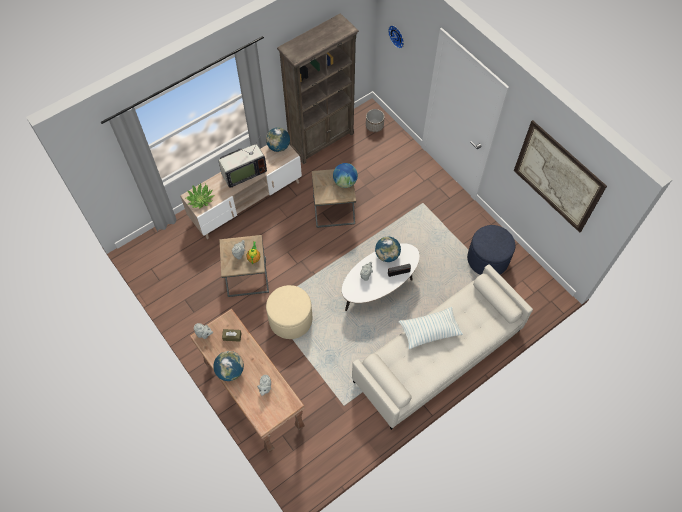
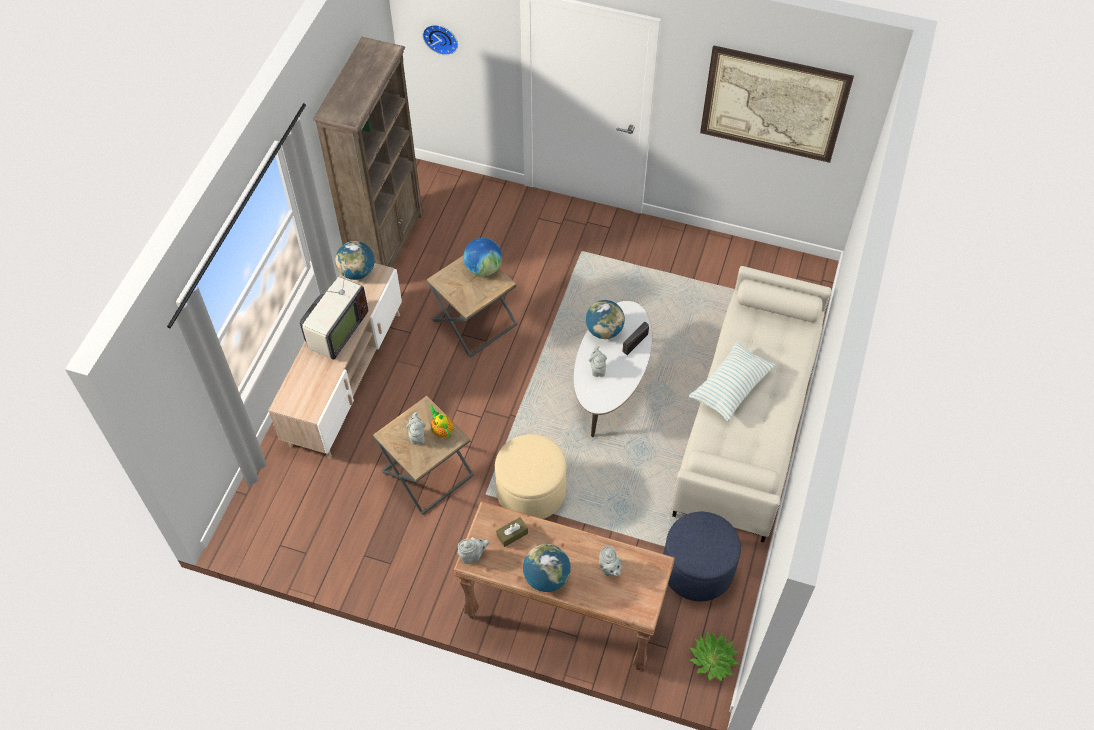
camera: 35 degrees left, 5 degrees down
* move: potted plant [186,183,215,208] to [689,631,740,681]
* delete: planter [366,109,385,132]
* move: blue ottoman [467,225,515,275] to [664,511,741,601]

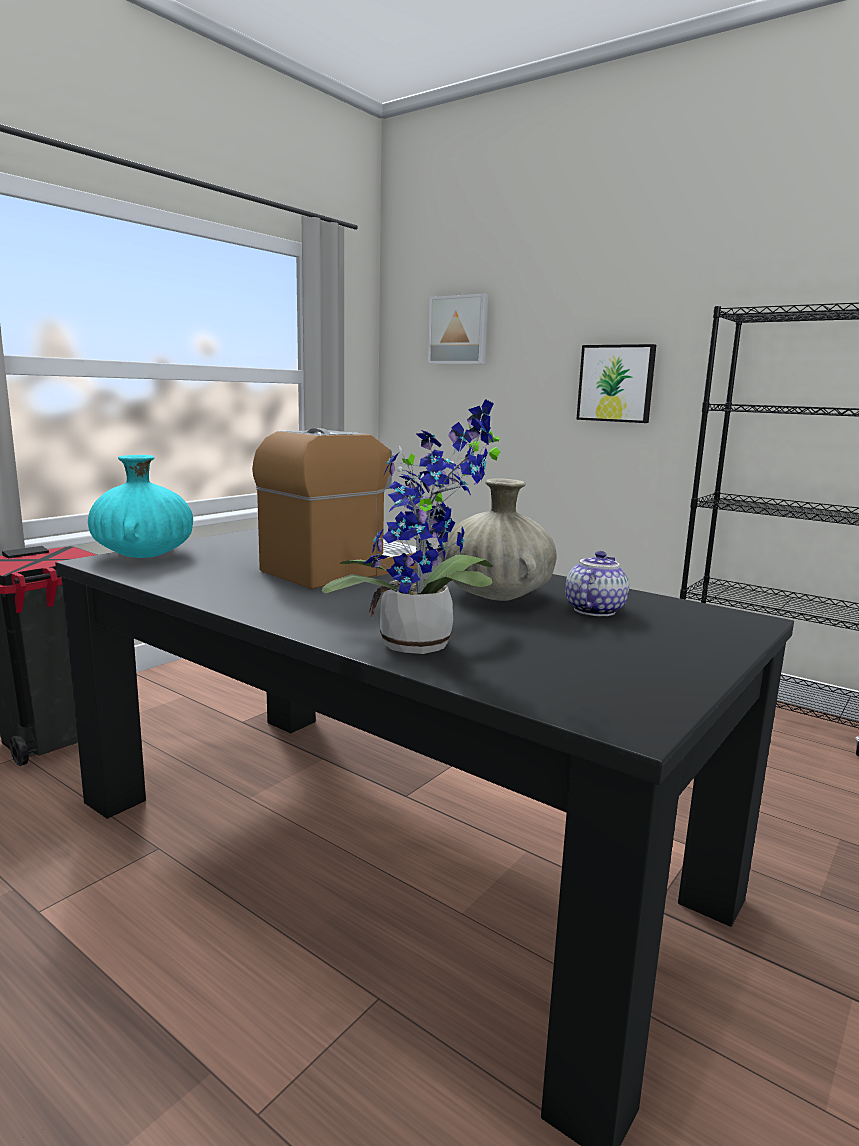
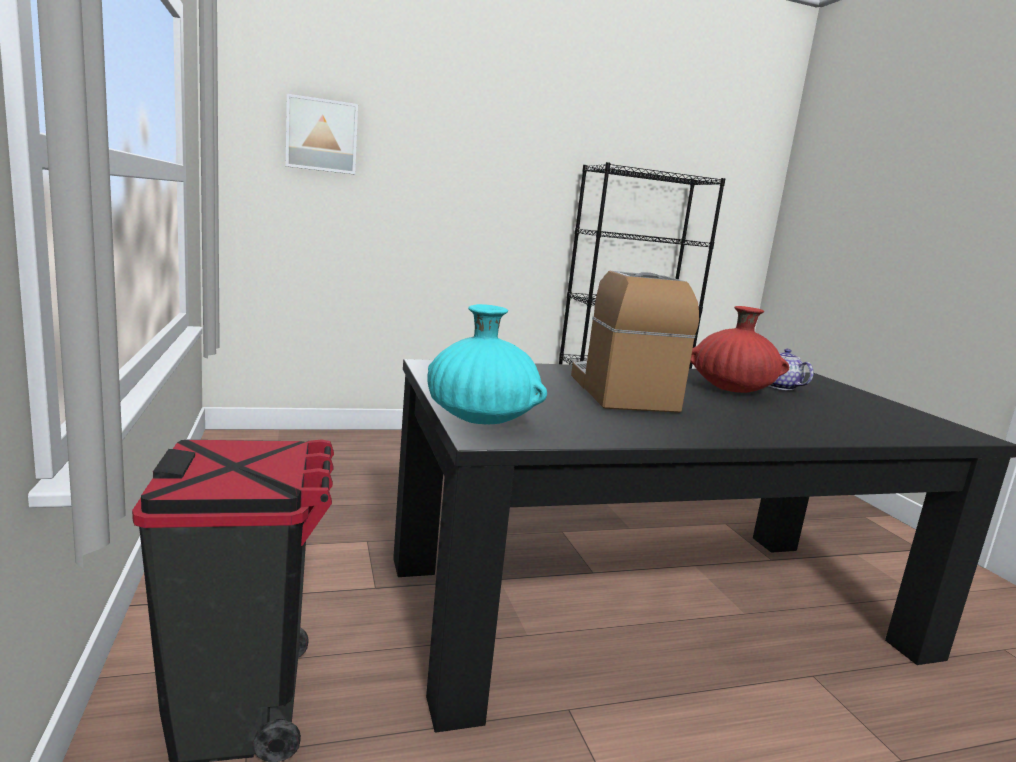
camera: 55 degrees left, 0 degrees up
* delete: potted plant [322,399,500,654]
* recolor: beige vase [441,478,557,601] to red vase [690,306,789,393]
* delete: picture [576,344,656,423]

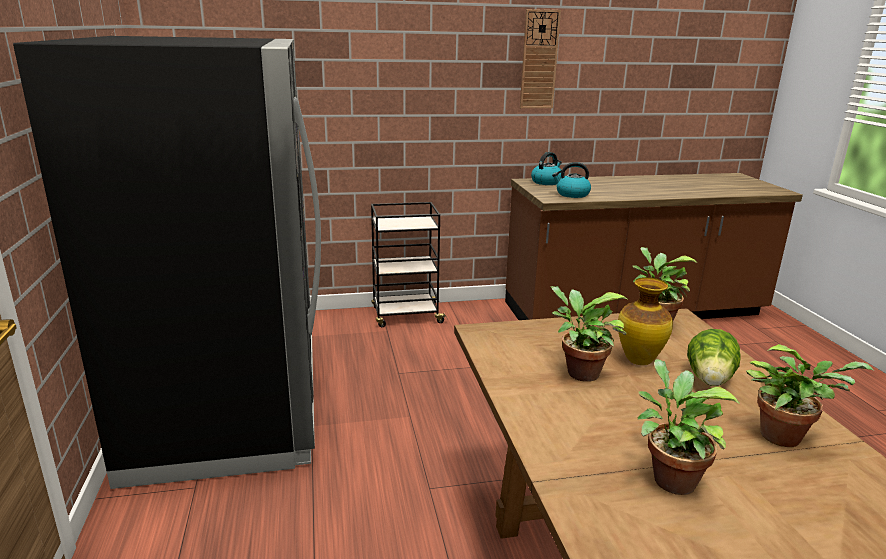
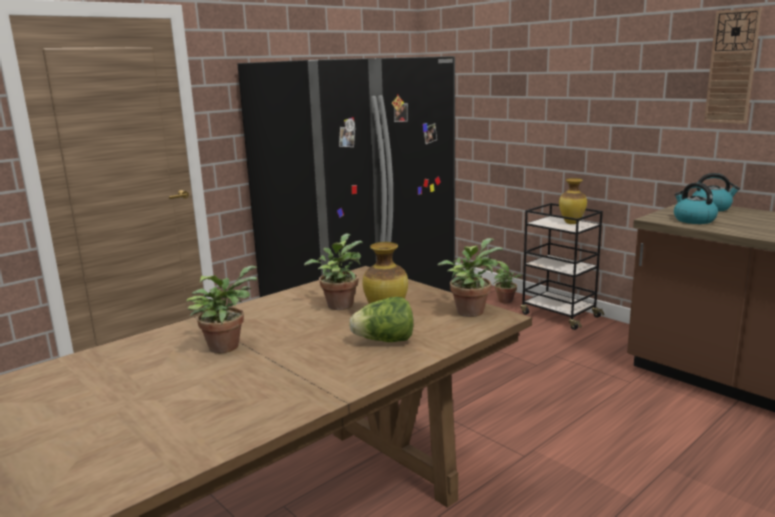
camera: 60 degrees right, 5 degrees down
* move: potted plant [746,344,873,447] to [494,261,523,303]
* insert: vase [559,178,587,224]

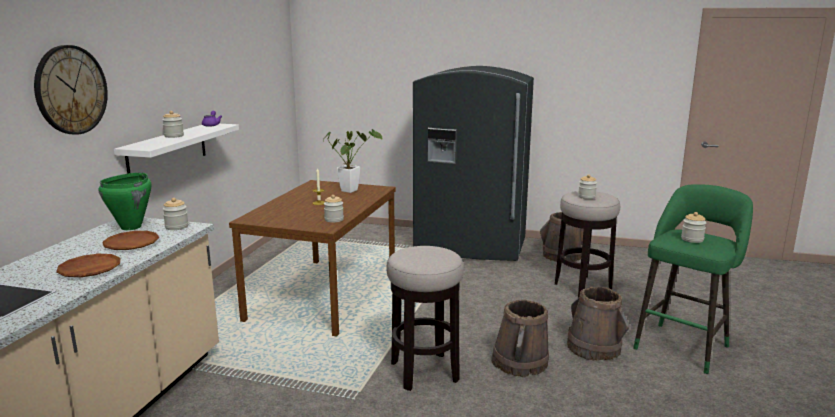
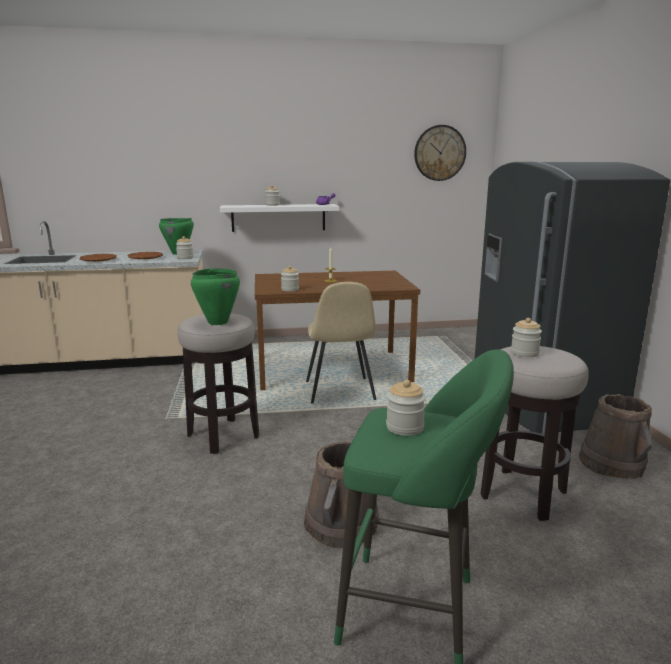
camera: 65 degrees right, 0 degrees up
* move: wall clock [34,45,108,135] to [414,125,466,181]
* delete: potted plant [323,129,382,193]
* delete: brown bucket [491,300,549,377]
* insert: green cooking pot [191,268,240,325]
* insert: beige chair [306,282,376,404]

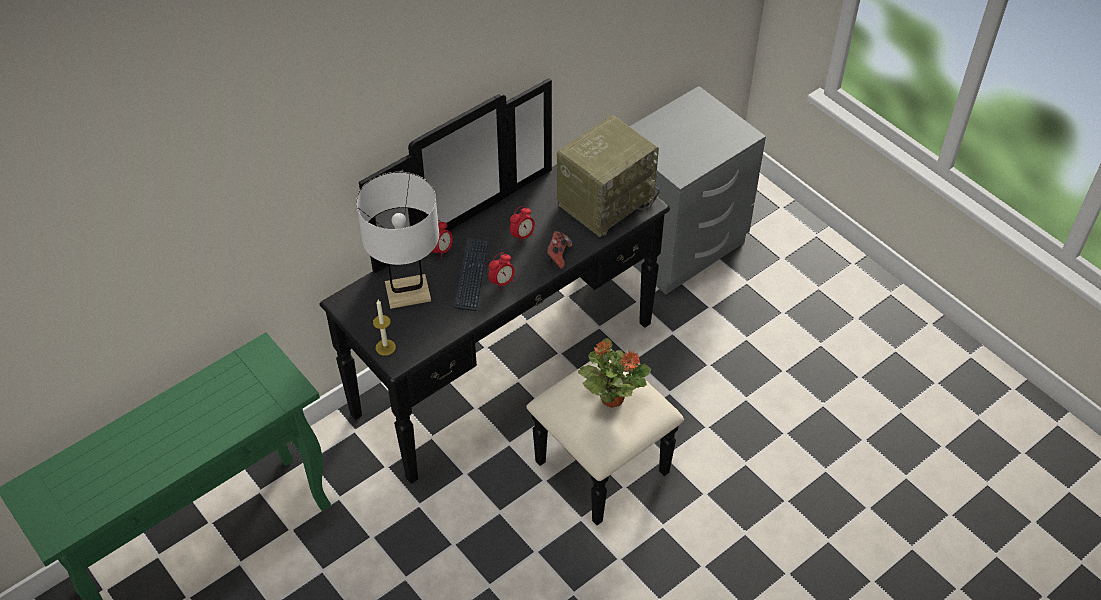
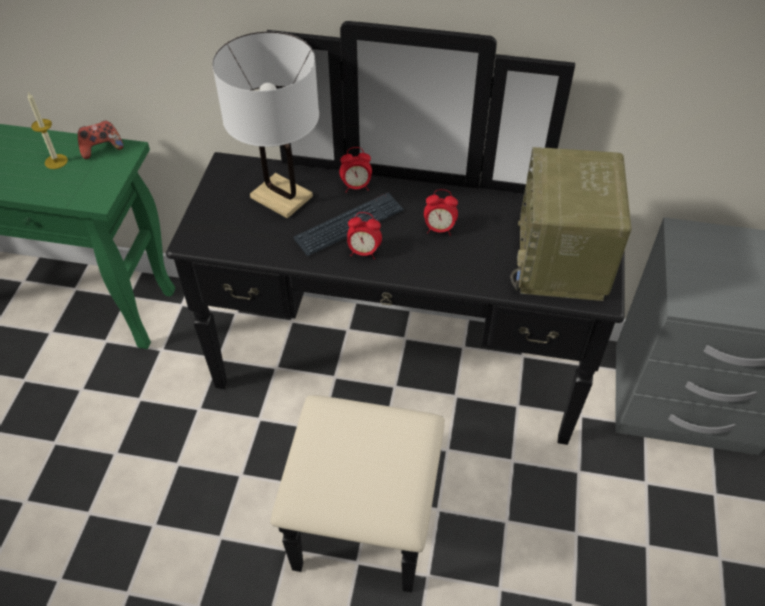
camera: 50 degrees right, 0 degrees up
* move: candle [373,300,396,356] to [28,92,68,169]
* move: game controller [544,231,573,269] to [78,120,124,159]
* rotate: radio [557,115,660,237] = [510,147,632,301] 90 degrees clockwise
* delete: potted plant [578,338,651,408]

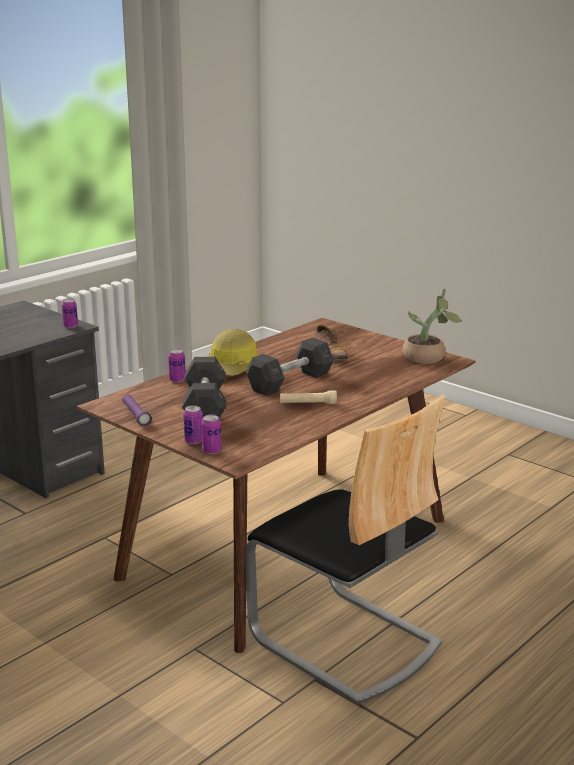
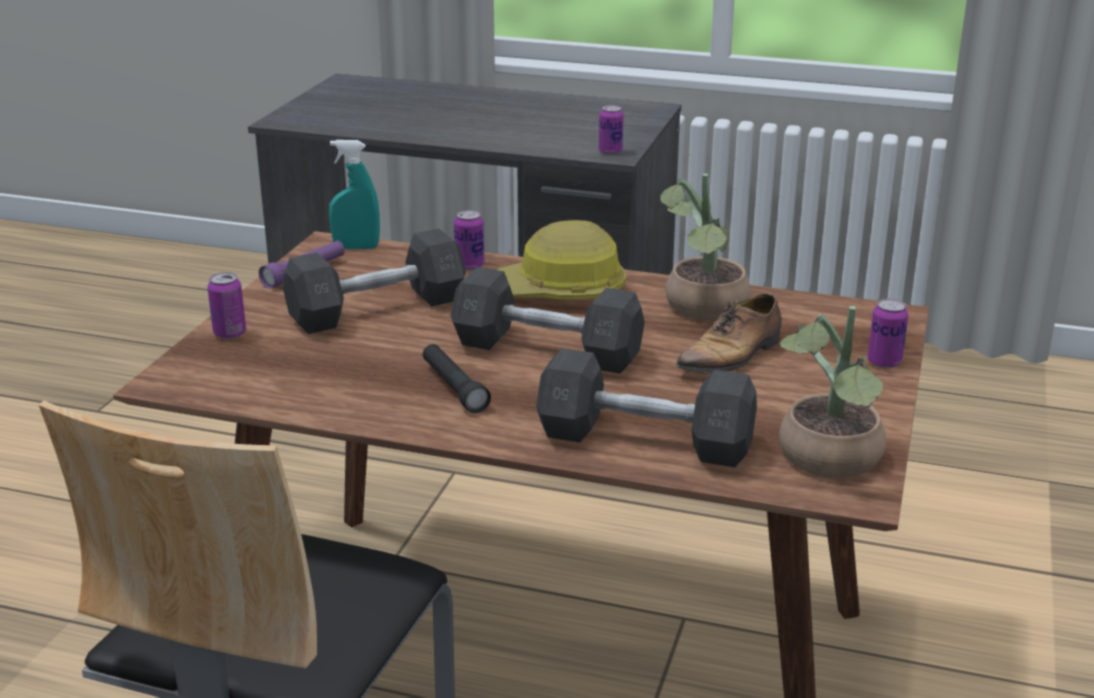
camera: 65 degrees right, 5 degrees up
* move: can [201,415,221,454] to [868,299,908,368]
* recolor: beige flashlight [280,390,337,404] to black flashlight [423,344,491,413]
* insert: turquoise spray bottle [329,140,380,249]
* insert: grey dumbbell [536,348,757,467]
* insert: potted plant [660,173,751,320]

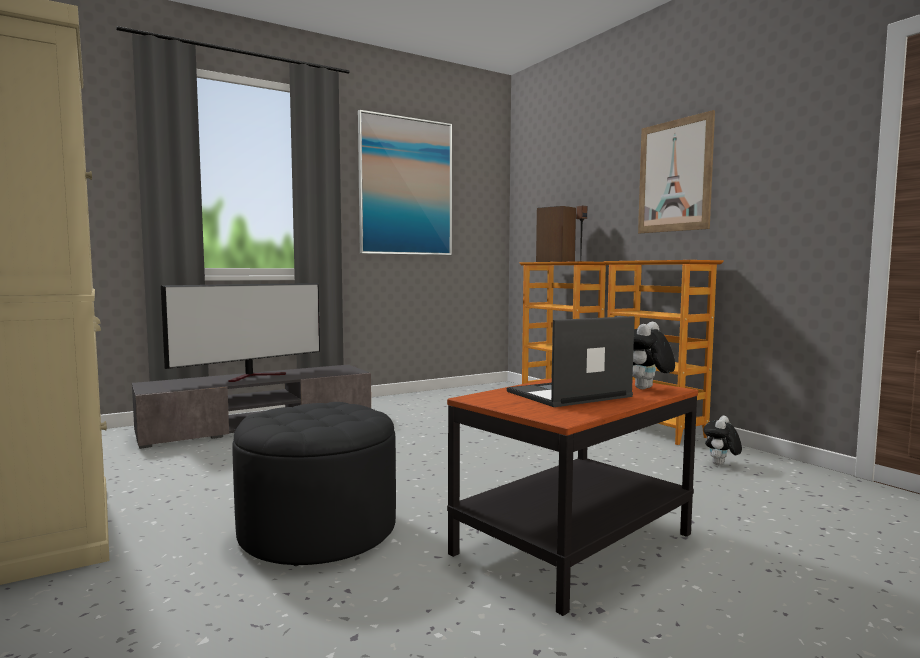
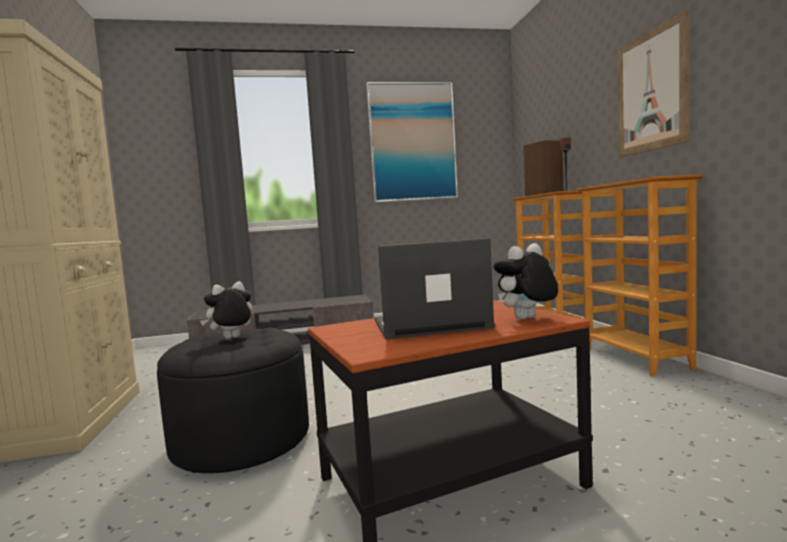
camera: 20 degrees right, 0 degrees up
* delete: television [161,283,320,382]
* move: plush toy [704,416,742,465] to [200,281,253,339]

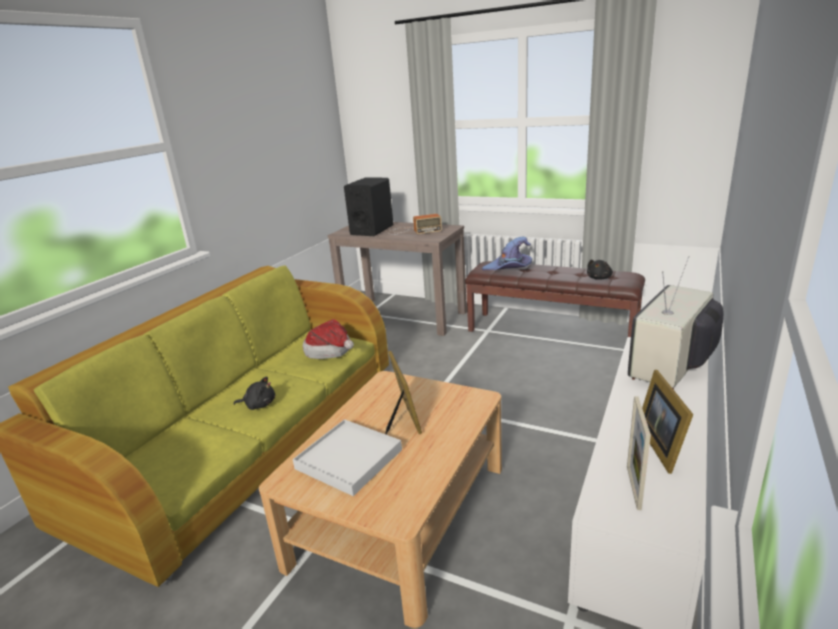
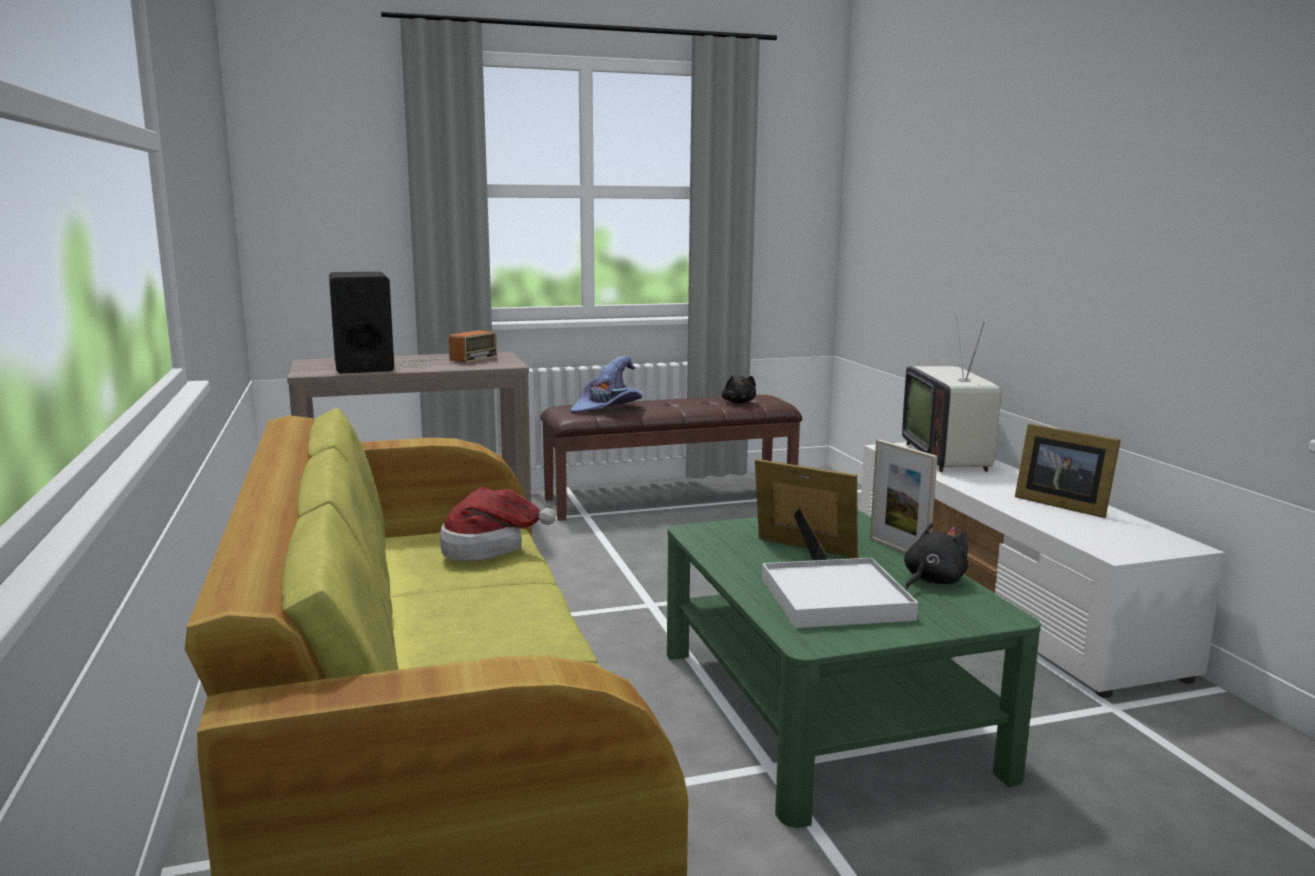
camera: 45 degrees left, 10 degrees down
* move: black plush toy [233,377,275,410] to [904,523,968,590]
* recolor: beige coffee table [259,371,502,628] to green coffee table [667,510,1041,828]
* move: picture frame [627,396,651,510] to [870,439,938,554]

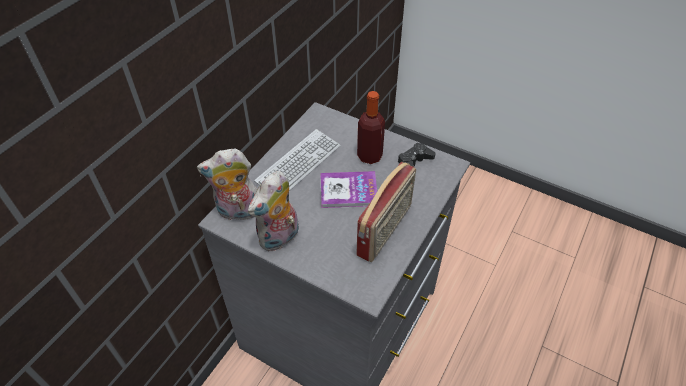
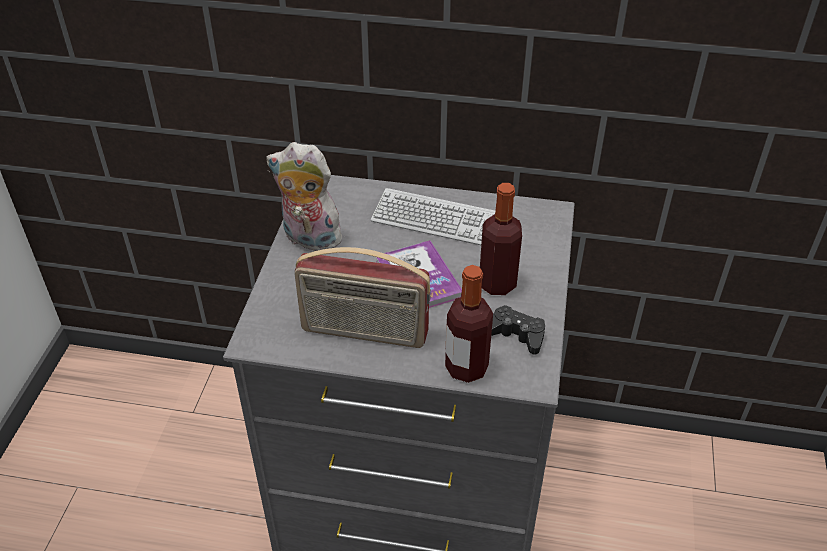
camera: 70 degrees right, 5 degrees down
* delete: plush toy [197,148,258,220]
* insert: bottle [445,265,493,383]

